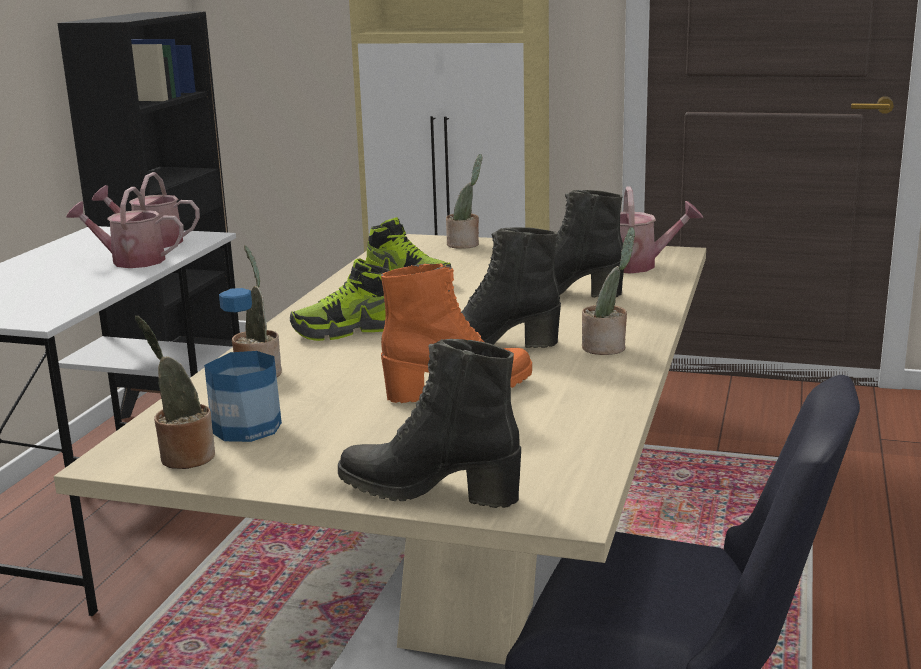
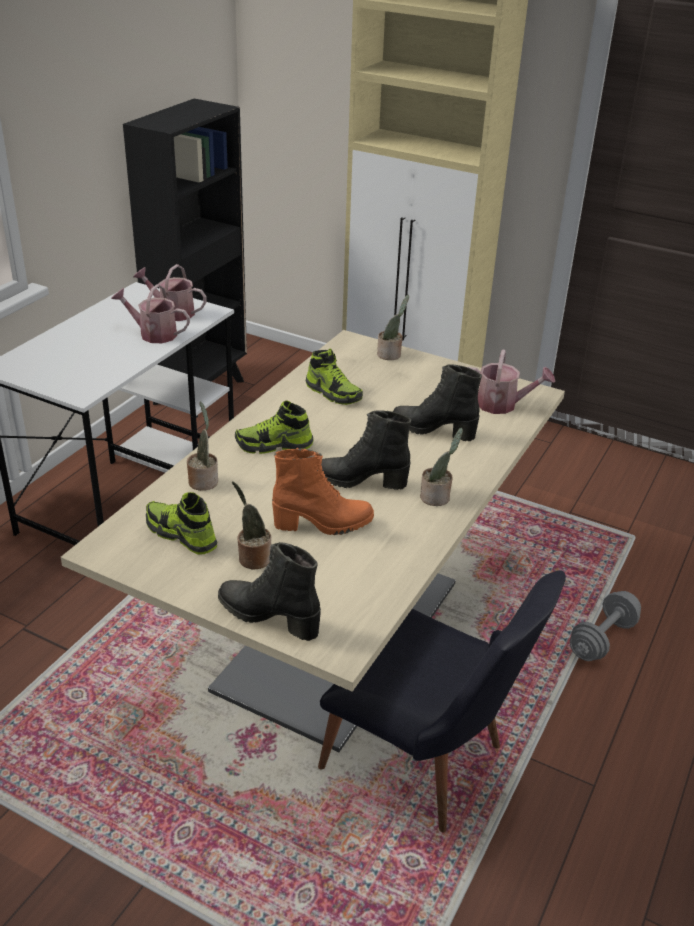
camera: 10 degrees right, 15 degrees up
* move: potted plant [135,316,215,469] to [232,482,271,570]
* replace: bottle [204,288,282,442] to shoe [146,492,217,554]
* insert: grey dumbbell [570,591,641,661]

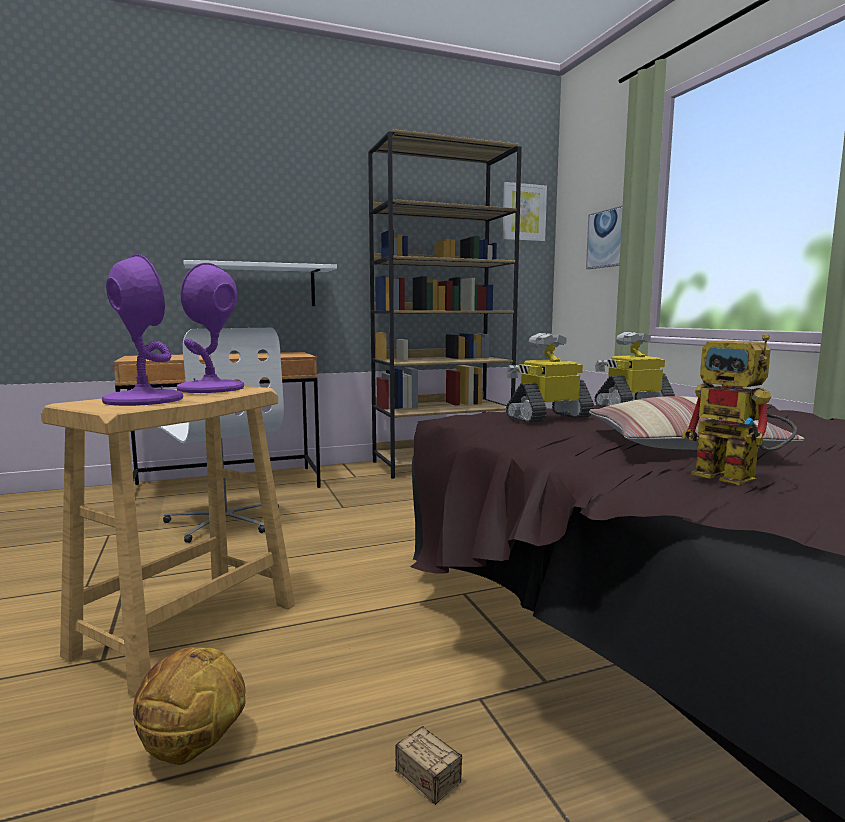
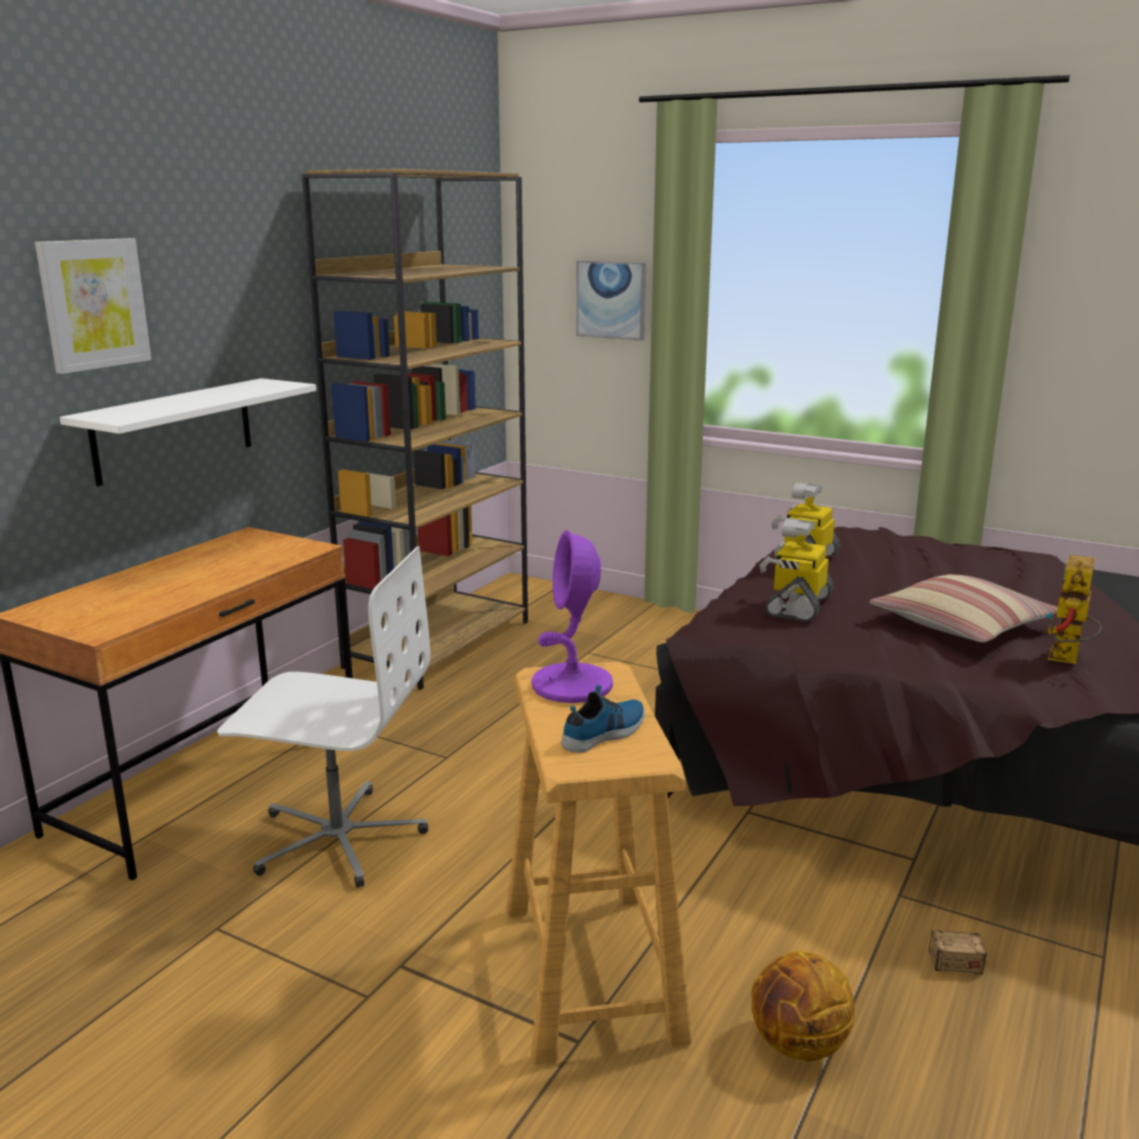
camera: 40 degrees left, 10 degrees up
* replace: purple table lamp [102,254,183,406] to shoe [561,685,645,753]
* move: picture [503,182,547,242] to [35,238,152,374]
* rotate: toy robot [682,334,797,485] = [1046,554,1102,664] 105 degrees clockwise

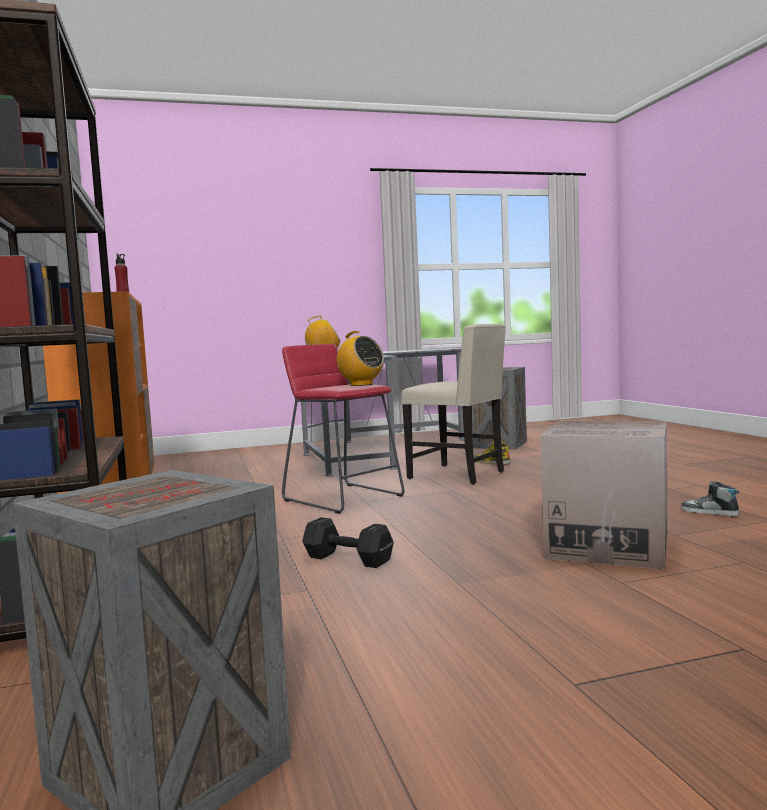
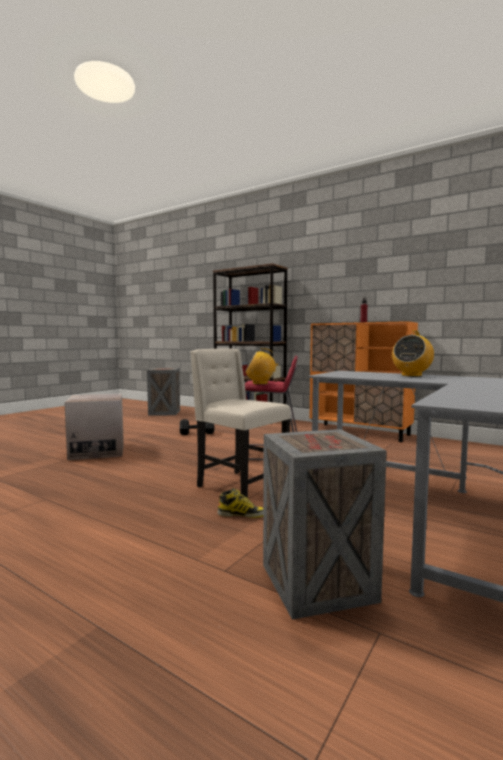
camera: 140 degrees right, 0 degrees up
* rotate: beige chair [401,324,506,485] = [190,348,291,498] 45 degrees clockwise
* delete: shoe [681,481,739,517]

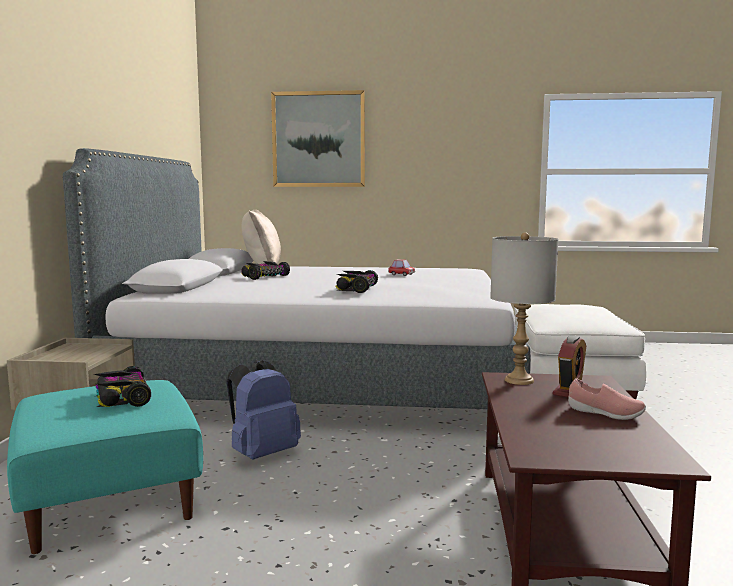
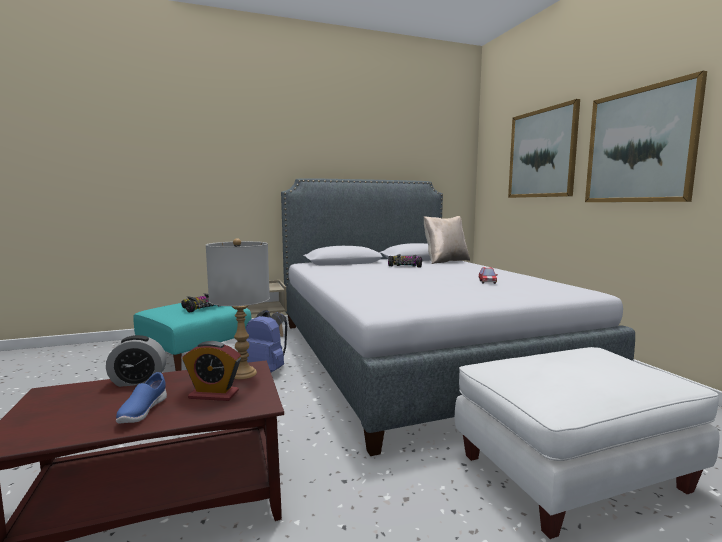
camera: 65 degrees right, 0 degrees up
* delete: toy car [335,270,378,293]
* recolor: pink shoe [568,378,646,420] to blue shoe [116,372,167,424]
* insert: alarm clock [106,335,166,387]
* insert: picture [585,71,707,202]

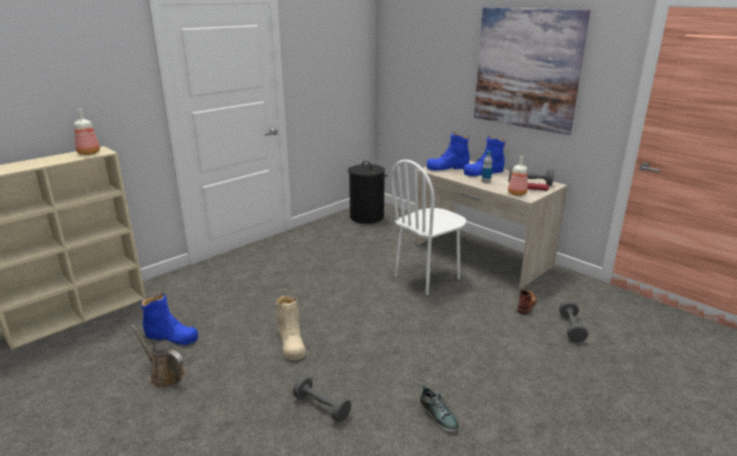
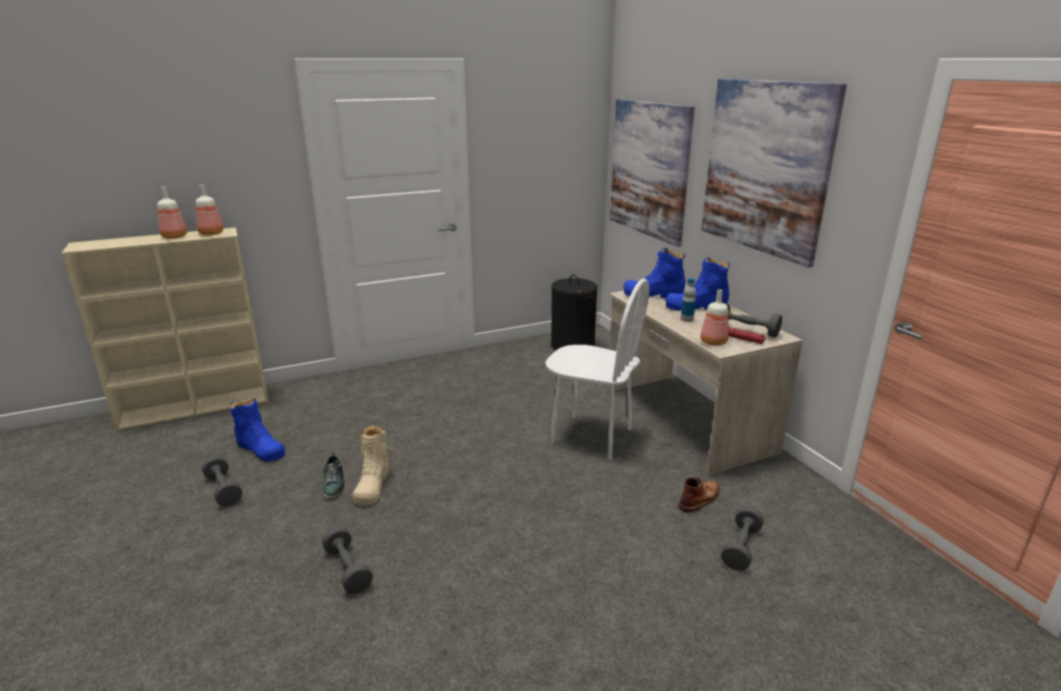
camera: 20 degrees right, 0 degrees up
* replace: brown watering can [131,324,186,388] to grey dumbbell [202,456,242,507]
* rotate: white chair [390,159,466,295] = [545,279,649,460] 135 degrees counterclockwise
* move: shoe [420,385,459,433] to [323,452,344,500]
* insert: bottle [157,187,187,239]
* insert: picture [610,99,695,247]

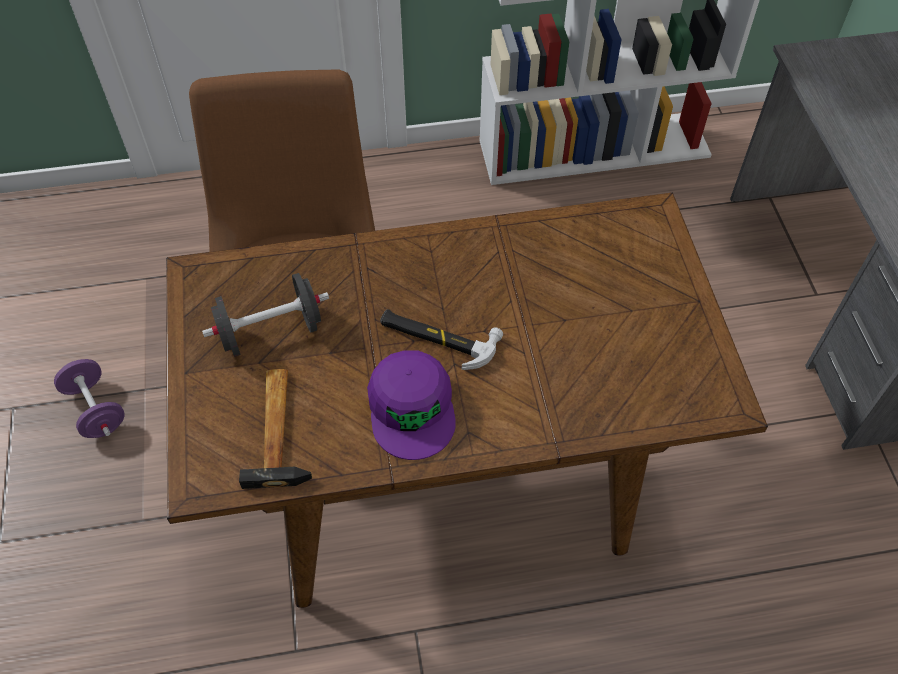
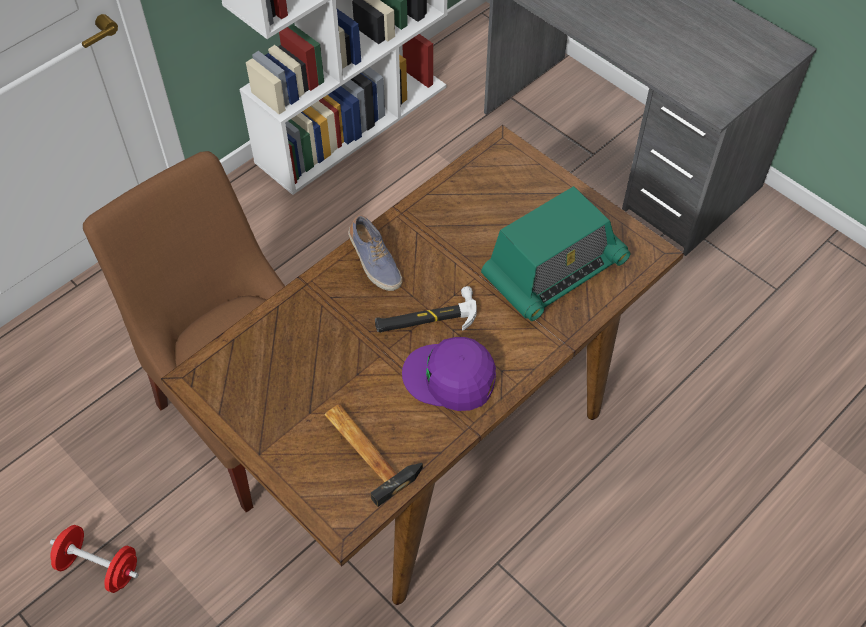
camera: 35 degrees left, 0 degrees up
* recolor: purple dumbbell [54,359,125,438] to red dumbbell [50,525,139,593]
* delete: black dumbbell [202,273,329,357]
* rotate: purple cap [367,350,456,460] = [402,337,496,411] 150 degrees clockwise
* insert: shoe [348,215,402,291]
* insert: radio [481,186,631,321]

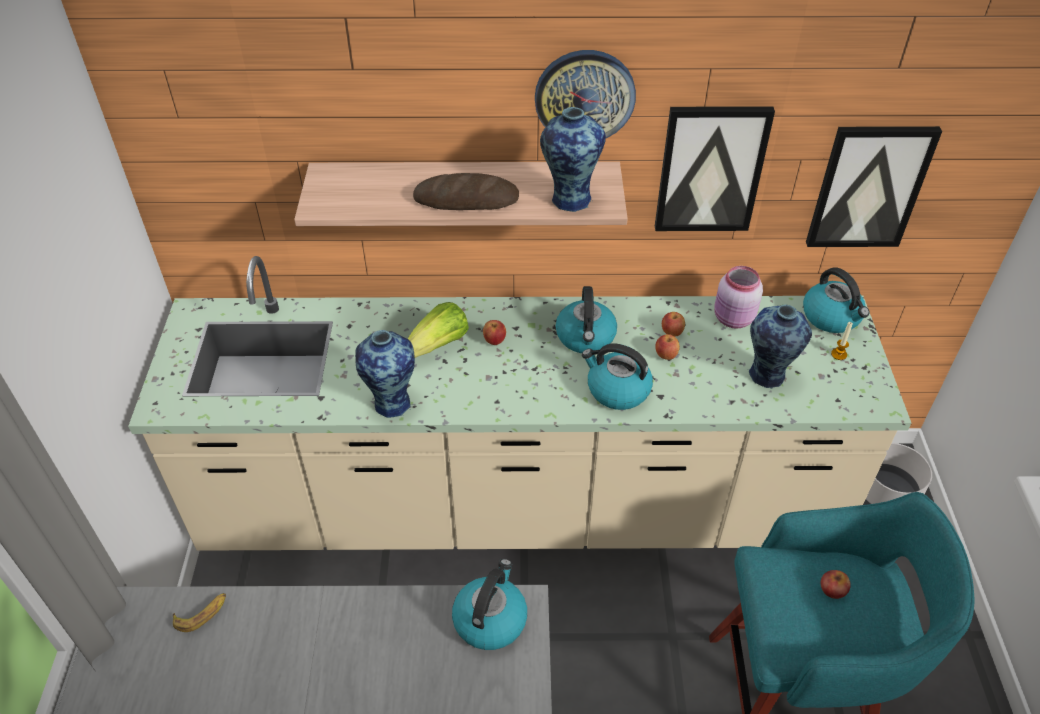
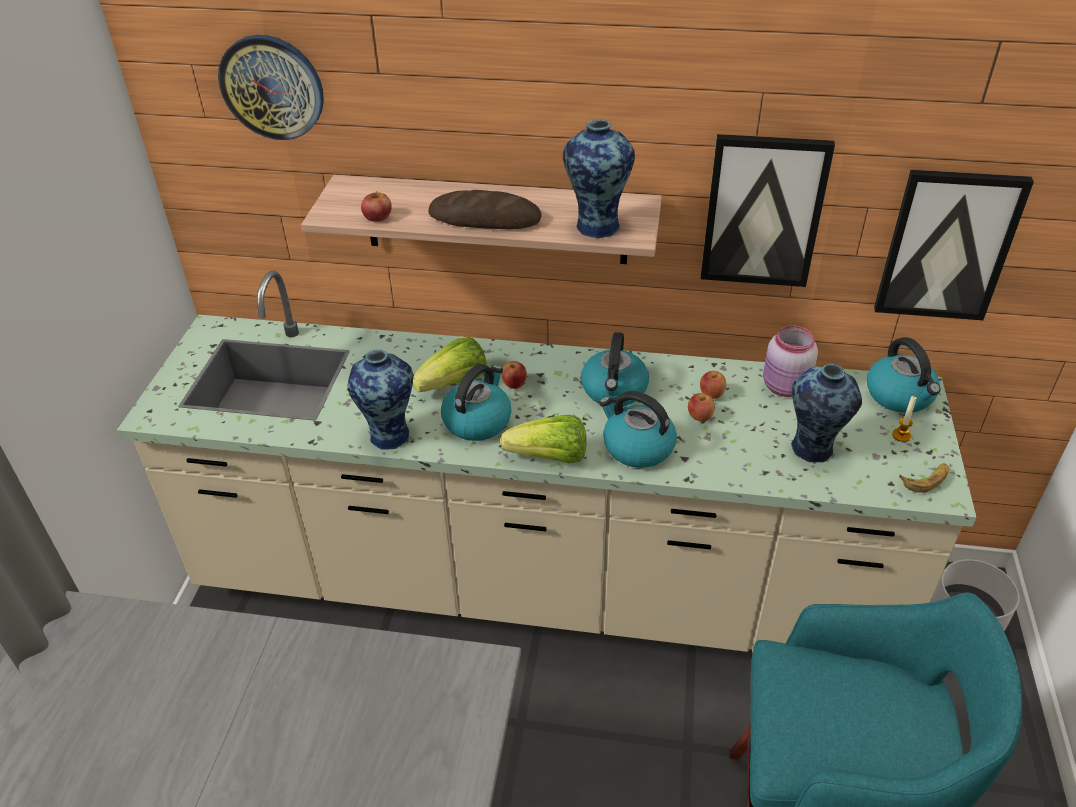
camera: 10 degrees right, 5 degrees down
* move: banana [173,593,226,632] to [899,463,949,493]
* move: kettle [452,559,527,650] to [441,364,512,441]
* move: wall clock [535,50,636,138] to [218,35,324,140]
* move: apple [821,570,851,599] to [361,191,392,222]
* insert: lettuce [500,415,586,463]

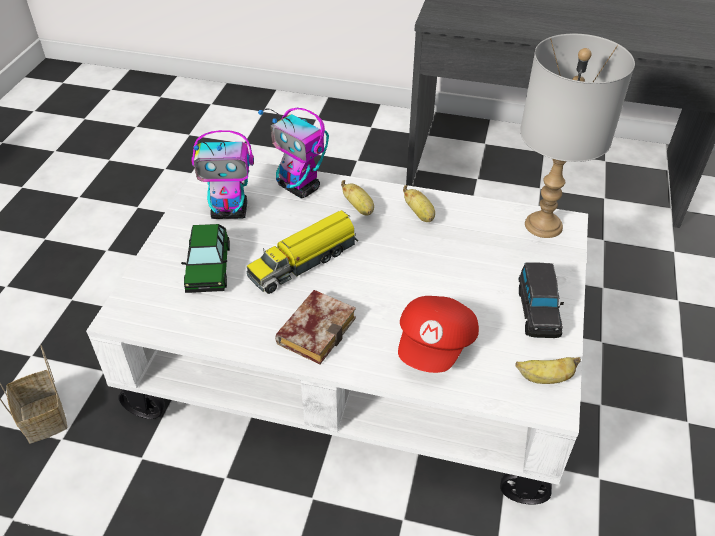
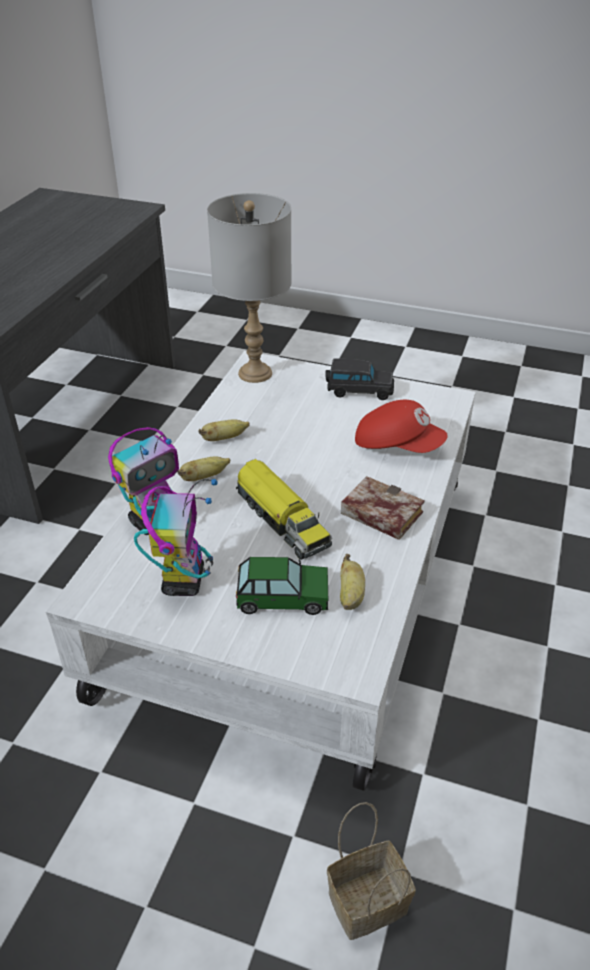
camera: 85 degrees left, 5 degrees down
* move: banana [515,357,581,384] to [340,554,365,610]

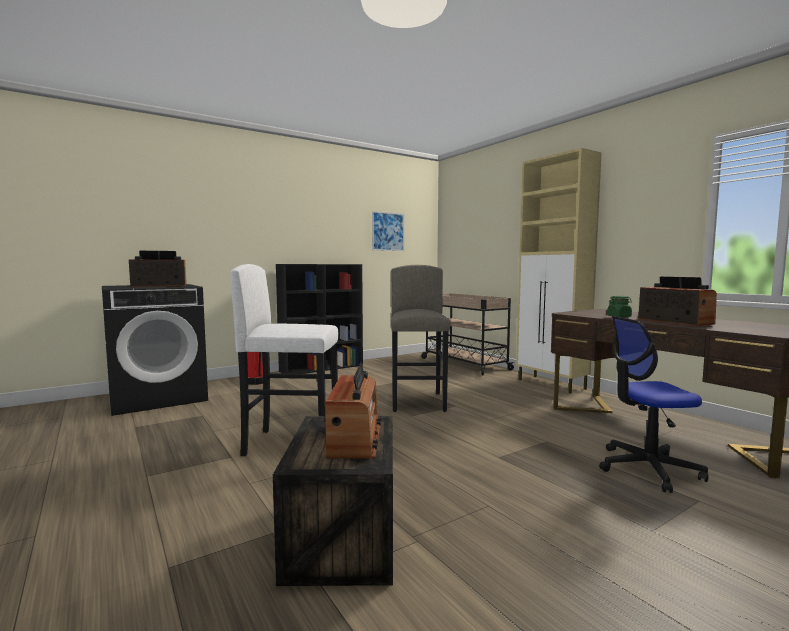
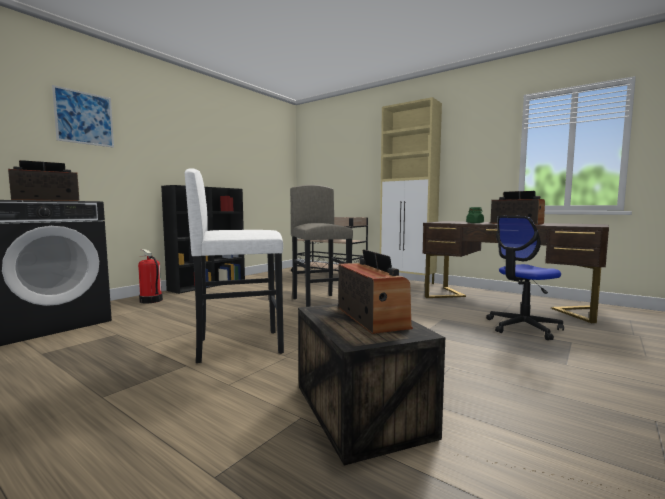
camera: 20 degrees left, 0 degrees up
* move: picture [372,211,404,251] to [52,85,114,148]

